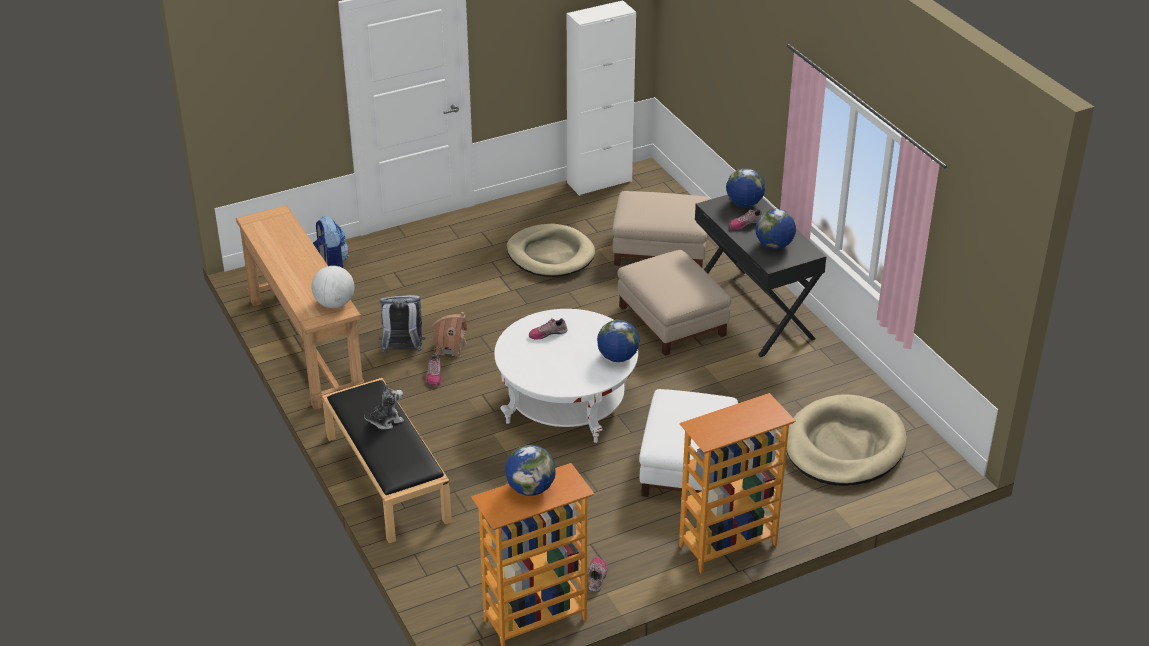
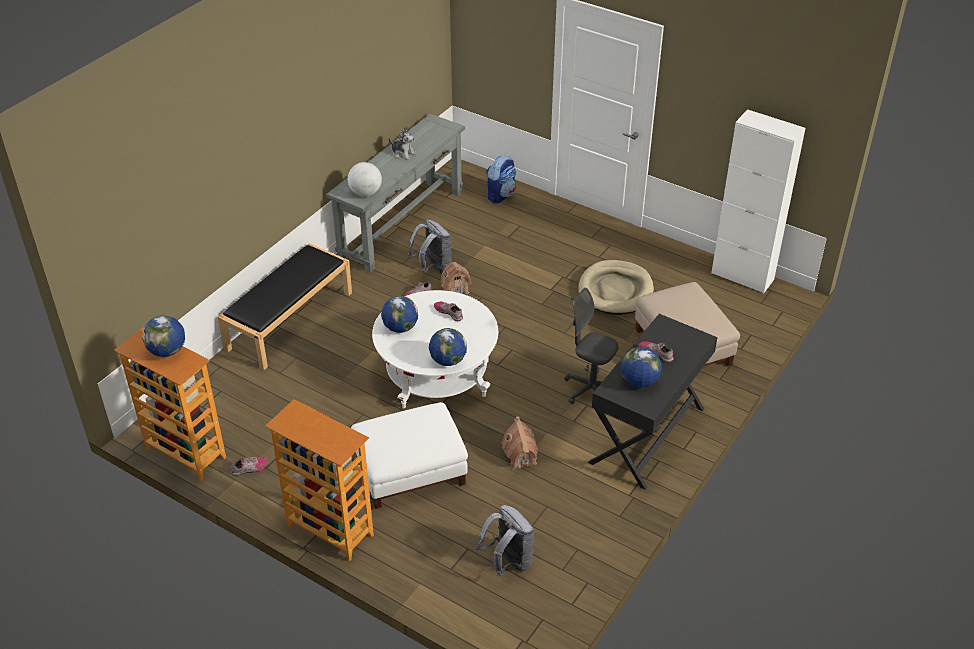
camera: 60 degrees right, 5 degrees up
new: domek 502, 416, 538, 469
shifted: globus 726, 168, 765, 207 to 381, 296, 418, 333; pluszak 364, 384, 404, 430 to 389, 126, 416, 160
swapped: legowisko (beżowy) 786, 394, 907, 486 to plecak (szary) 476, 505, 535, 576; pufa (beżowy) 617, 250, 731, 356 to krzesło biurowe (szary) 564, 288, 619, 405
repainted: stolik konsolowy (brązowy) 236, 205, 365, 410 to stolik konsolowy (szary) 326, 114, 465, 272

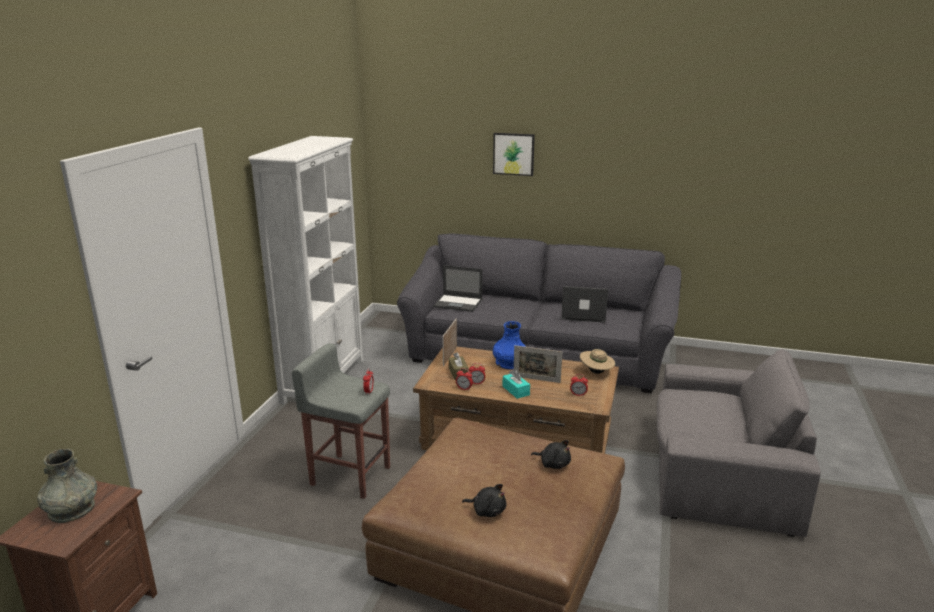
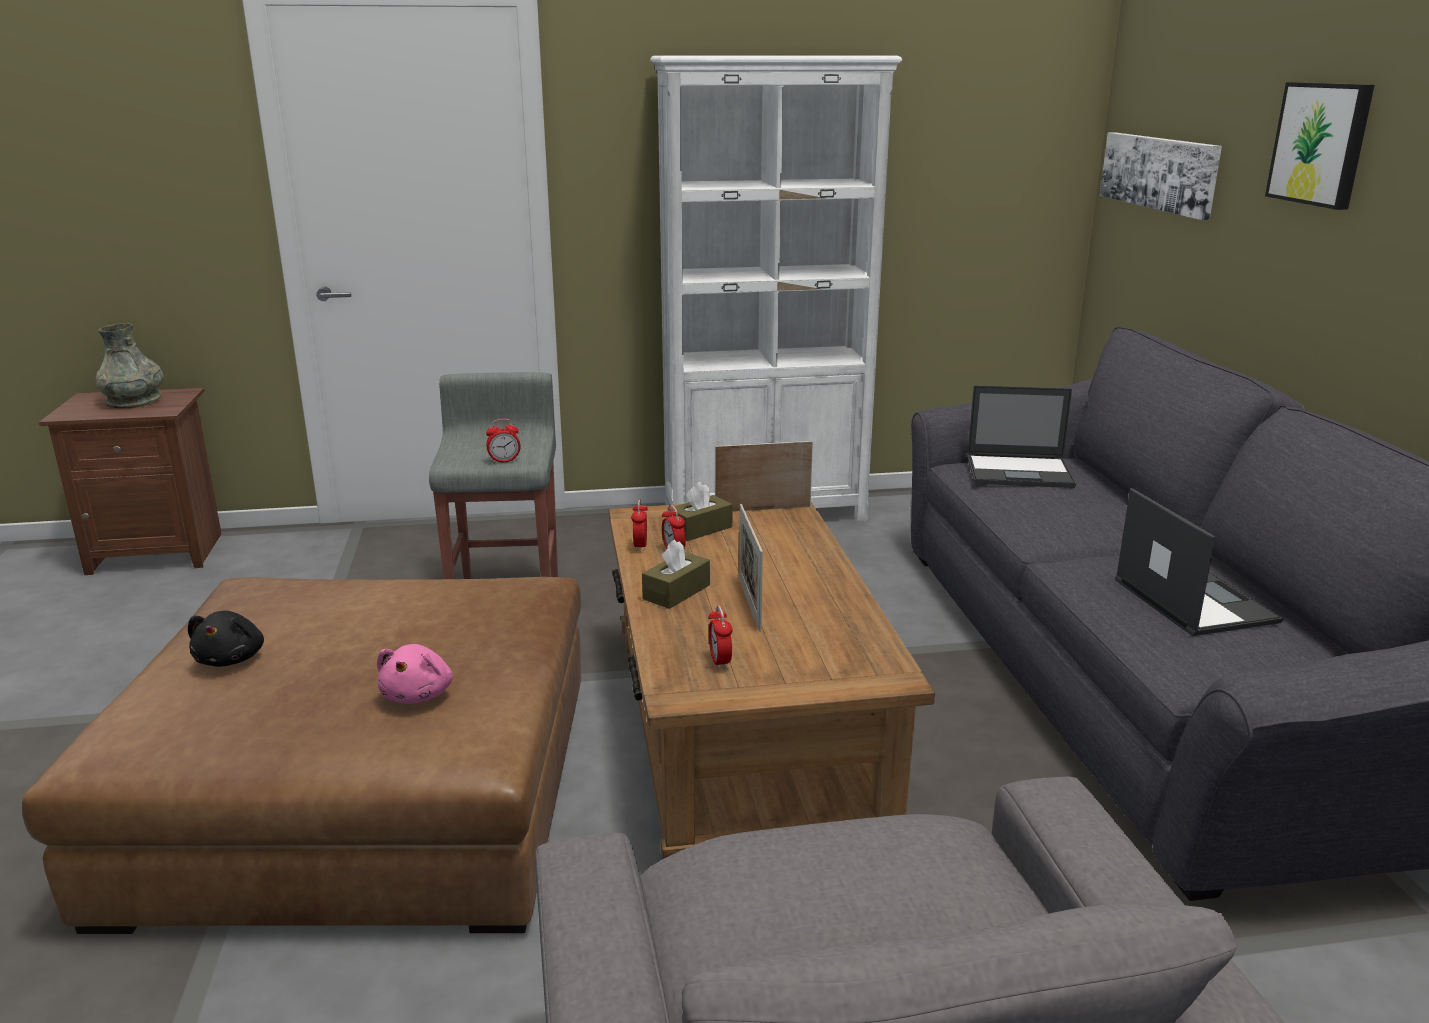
camera: 65 degrees right, 0 degrees up
gone: wazon (niebieski) 493, 321, 526, 370; kapelusz (beżowy) 580, 349, 615, 374
new: obraz 1100, 132, 1222, 220
repainted: pluszak (czarny) 531, 440, 571, 469 to pluszak (różowy) 377, 644, 453, 704; pudełko chusteczek (turkusowy) 502, 369, 530, 399 to pudełko chusteczek (brązowy) 642, 540, 710, 609
rotated: laptop 433, 265, 483, 312 = 967, 385, 1076, 488 75 degrees counterclockwise

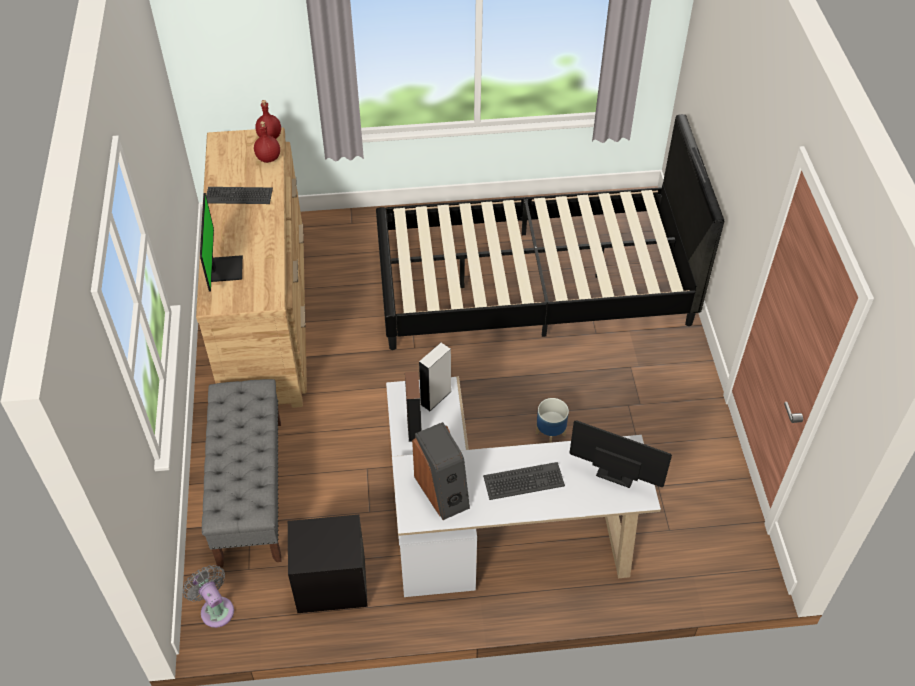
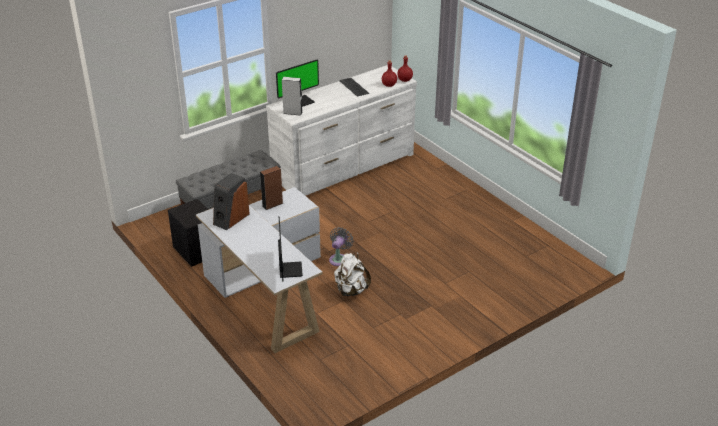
camera: 60 degrees right, 15 degrees down
gone: łóżko (czarny) 376, 114, 724, 350; klawiatura 483, 462, 565, 500
shifted: głośnik (szary) 419, 343, 452, 411 to 282, 77, 302, 116; wentylator (szary) 183, 565, 234, 628 to 329, 227, 354, 266
swapped: donica 536, 398, 569, 443 to plecak (biały) 334, 252, 371, 297
repainted: komoda (brązowy) 196, 127, 307, 408 to komoda (biały) 266, 65, 417, 196

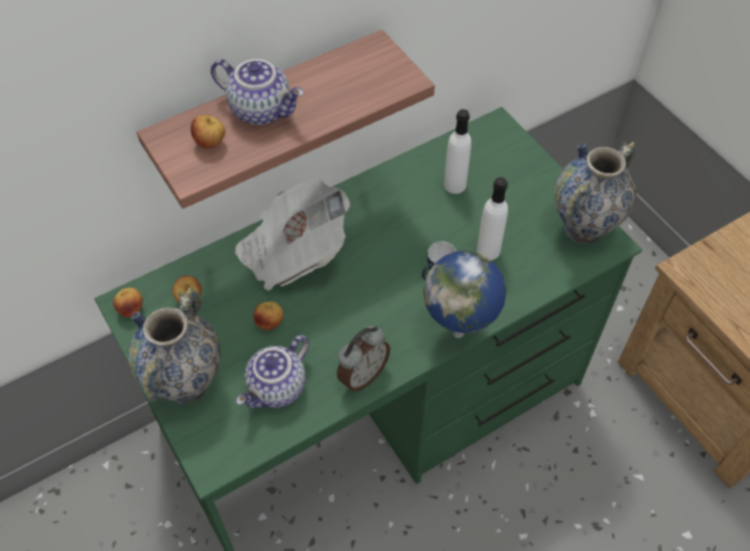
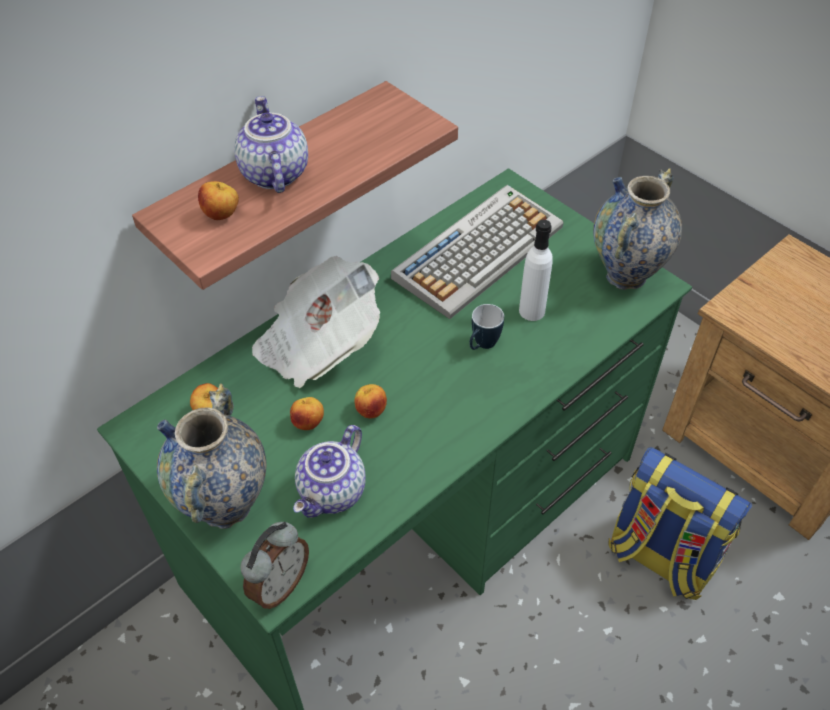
camera: 10 degrees left, 5 degrees down
gone: globus 423, 251, 506, 338
new: plecak 608, 447, 752, 600
shifted: budzik 337, 326, 390, 391 to 240, 522, 309, 609; jabłko 113, 288, 143, 317 to 354, 384, 387, 419
swapped: butelka (biały) 444, 109, 471, 194 to klawiatura 391, 185, 564, 319
rotated: imbryk 211, 59, 304, 125 = 234, 96, 308, 193 120 degrees counterclockwise

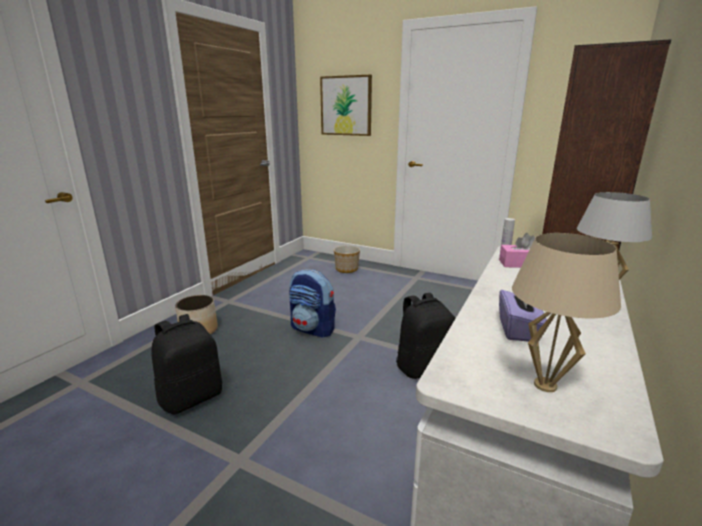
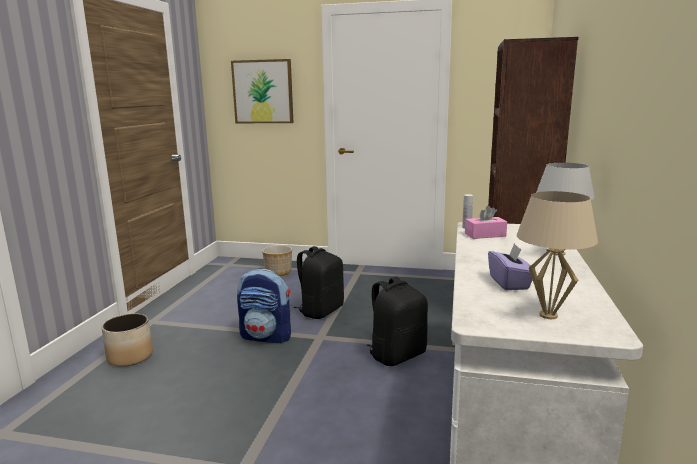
camera: 15 degrees left, 5 degrees down
shifted: plecak (czarny) 151, 314, 222, 414 to 293, 246, 344, 319

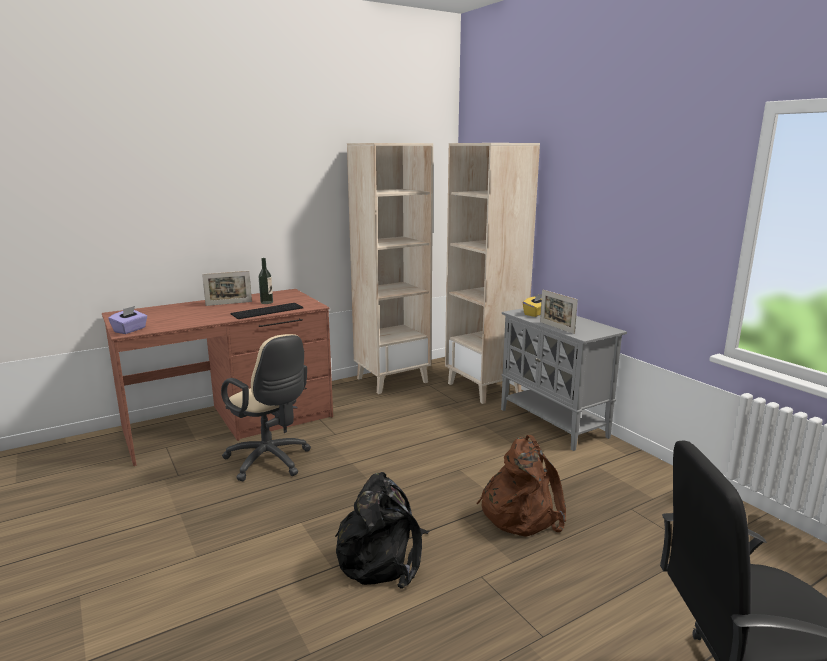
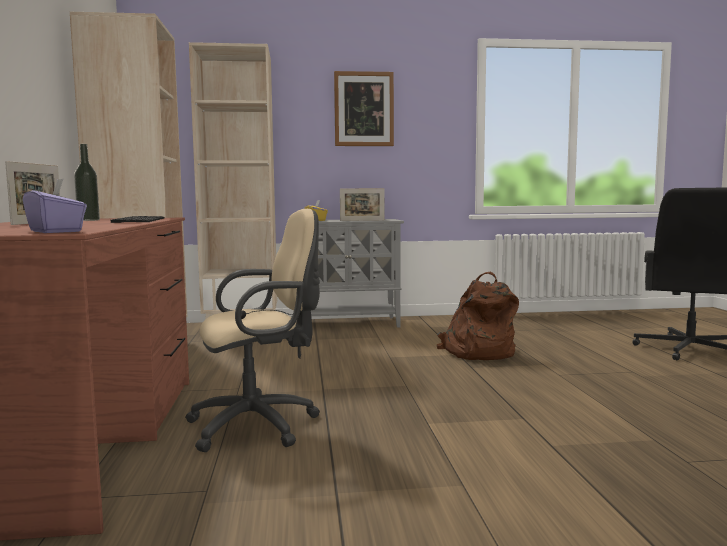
camera: 65 degrees left, 10 degrees down
gone: plecak (czarny) 335, 472, 429, 589
new: obraz 334, 71, 394, 146

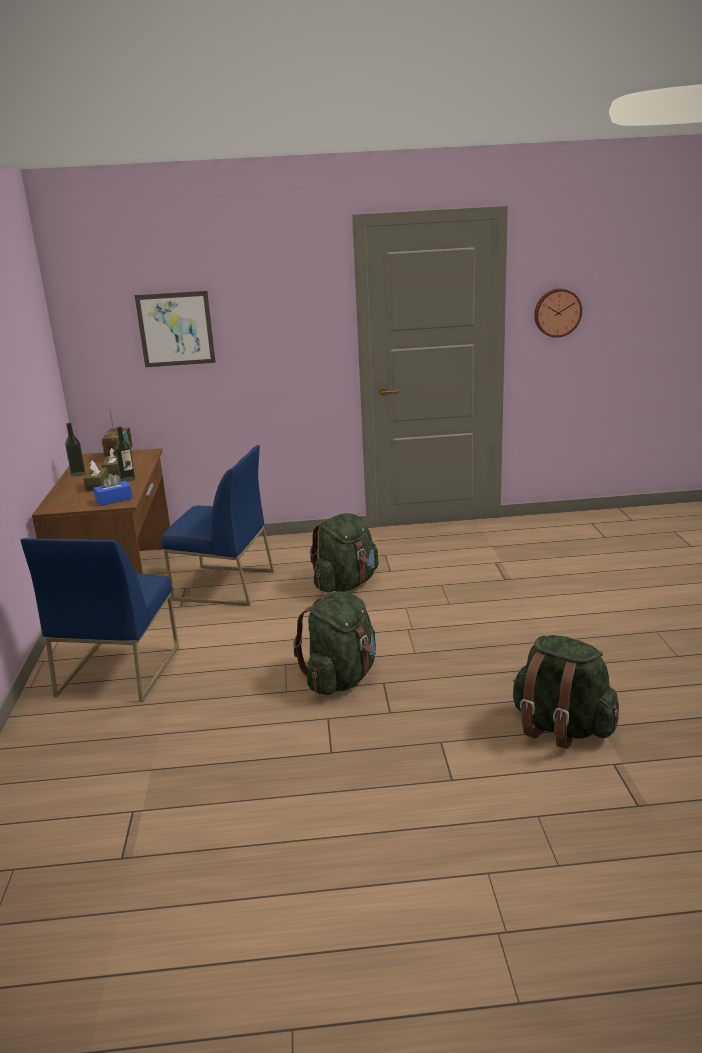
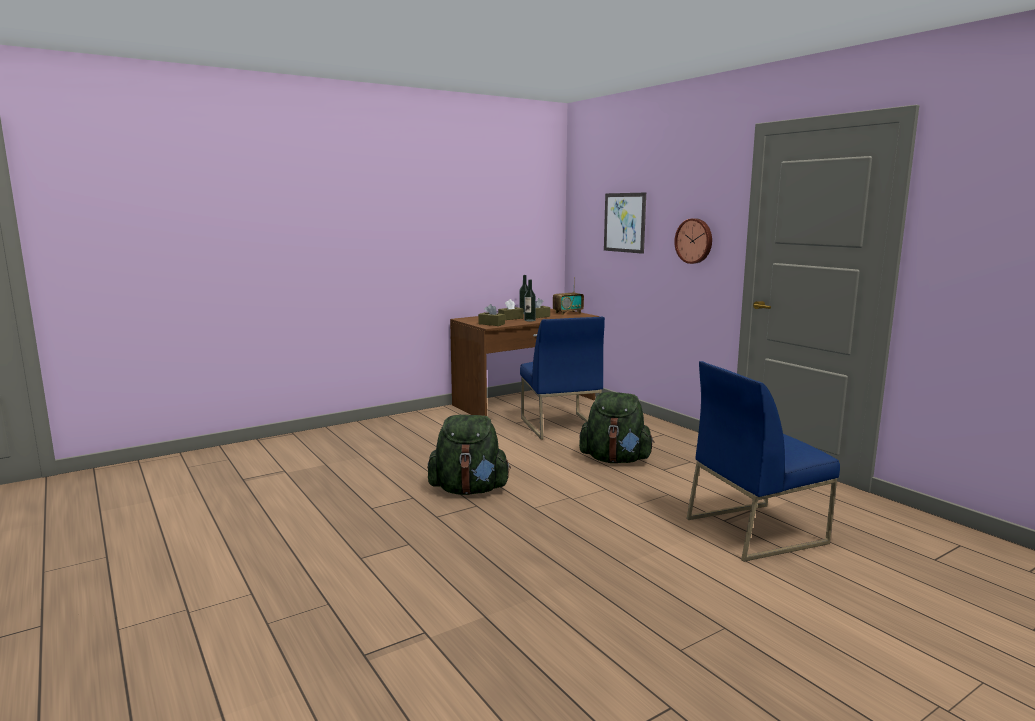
camera: 60 degrees right, 10 degrees down
gone: plecak (zielony) 513, 635, 619, 749
shifted: zegar ścienny 534, 289, 582, 338 to 674, 219, 712, 264; krzesło (niebieski) 21, 538, 179, 702 to 687, 361, 840, 562
repainted: pudełko chusteczek (niebieski) 94, 474, 133, 506 to pudełko chusteczek (brązowy) 478, 304, 505, 326

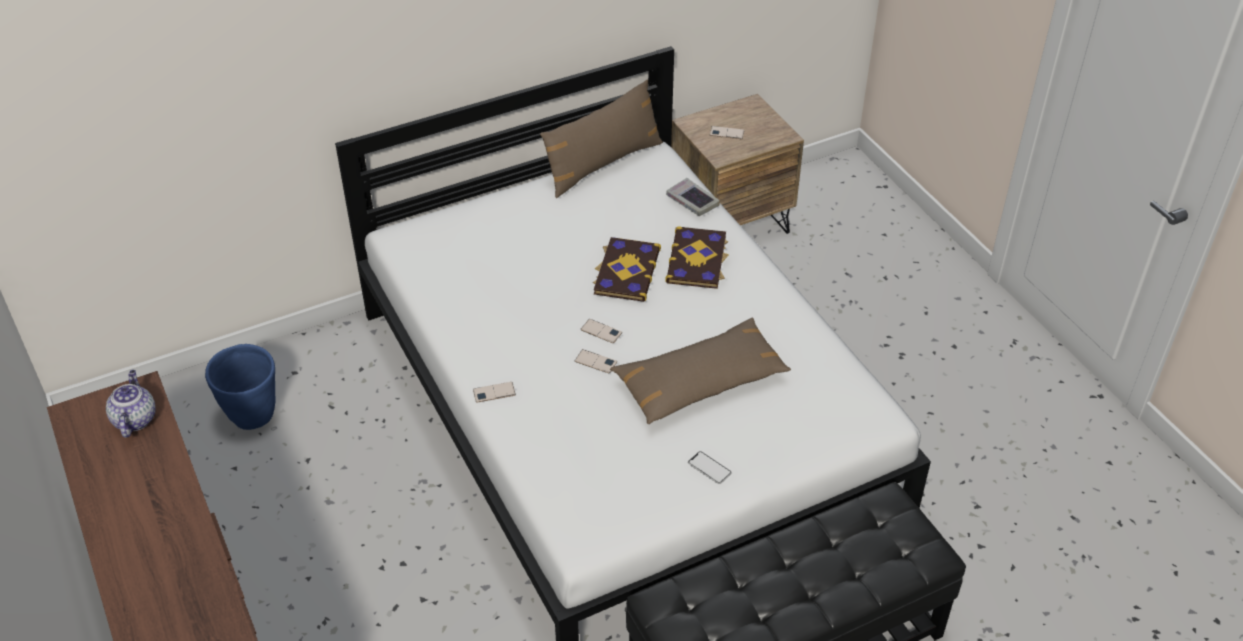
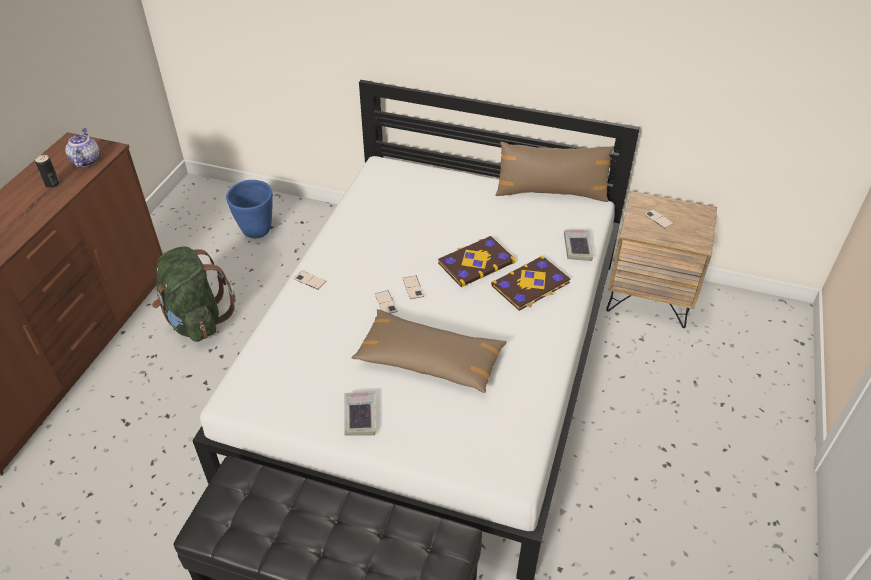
camera: 45 degrees right, 0 degrees up
new: puszka 35, 155, 60, 188; plecak (zielony) 152, 247, 236, 342
swapped: telefon 688, 451, 732, 484 to książka 344, 391, 376, 436
rotated: imbryk 106, 370, 156, 438 = 65, 128, 100, 167 45 degrees counterclockwise

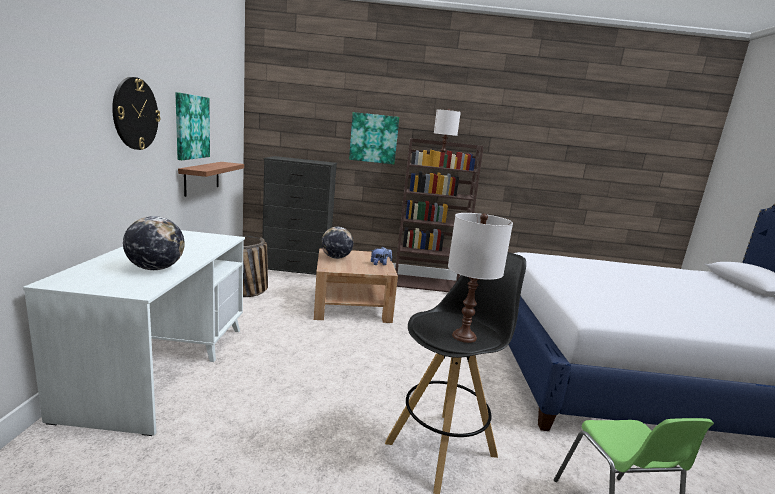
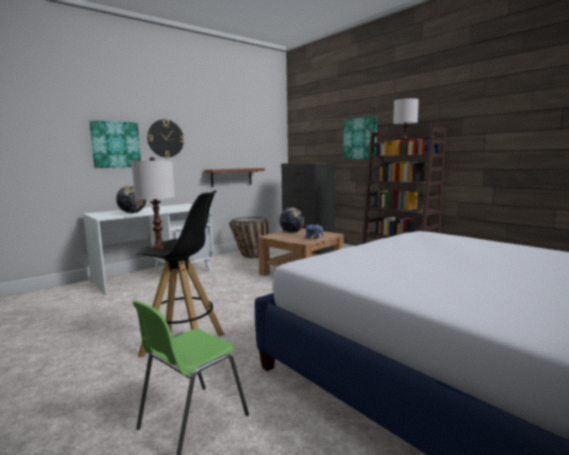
camera: 50 degrees right, 5 degrees down
shifted: obraz 175, 92, 210, 160 to 89, 120, 141, 168

